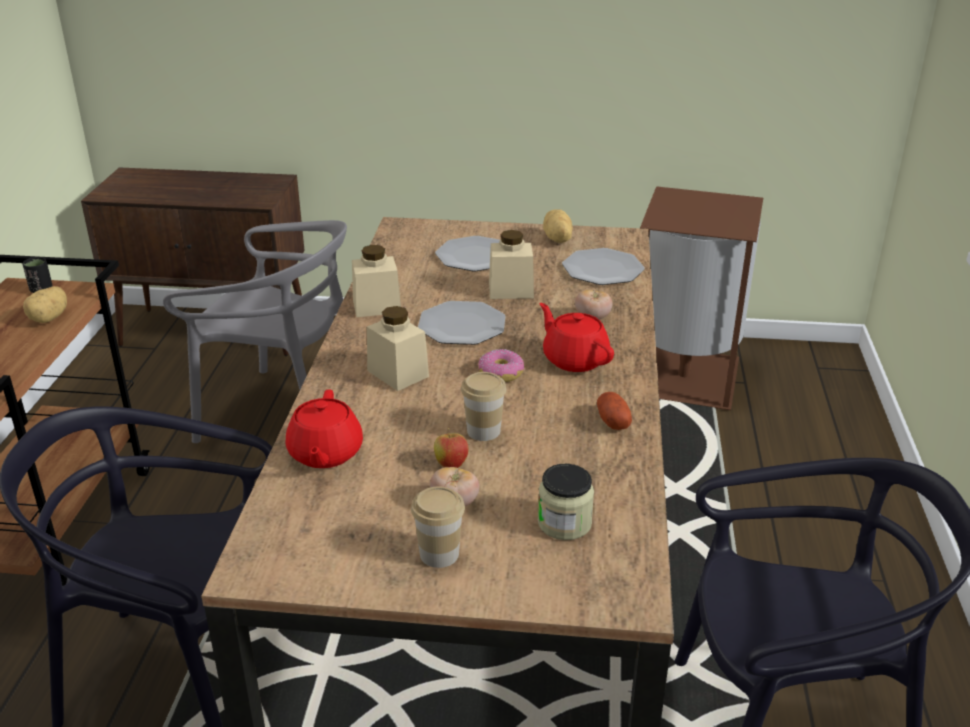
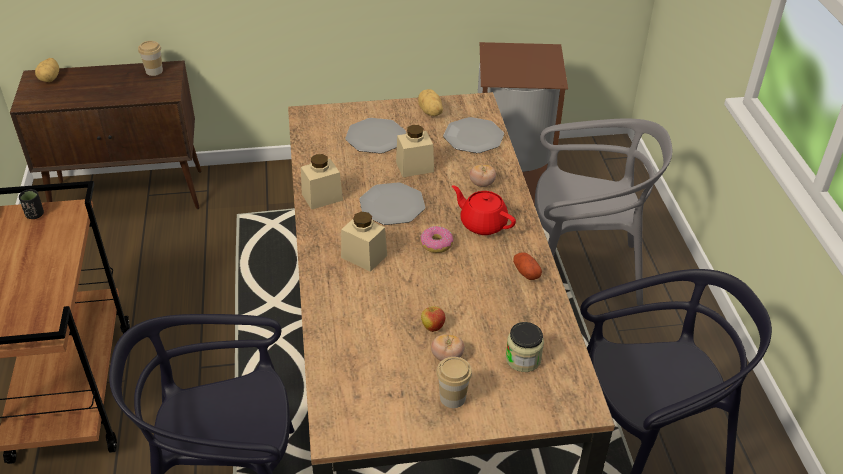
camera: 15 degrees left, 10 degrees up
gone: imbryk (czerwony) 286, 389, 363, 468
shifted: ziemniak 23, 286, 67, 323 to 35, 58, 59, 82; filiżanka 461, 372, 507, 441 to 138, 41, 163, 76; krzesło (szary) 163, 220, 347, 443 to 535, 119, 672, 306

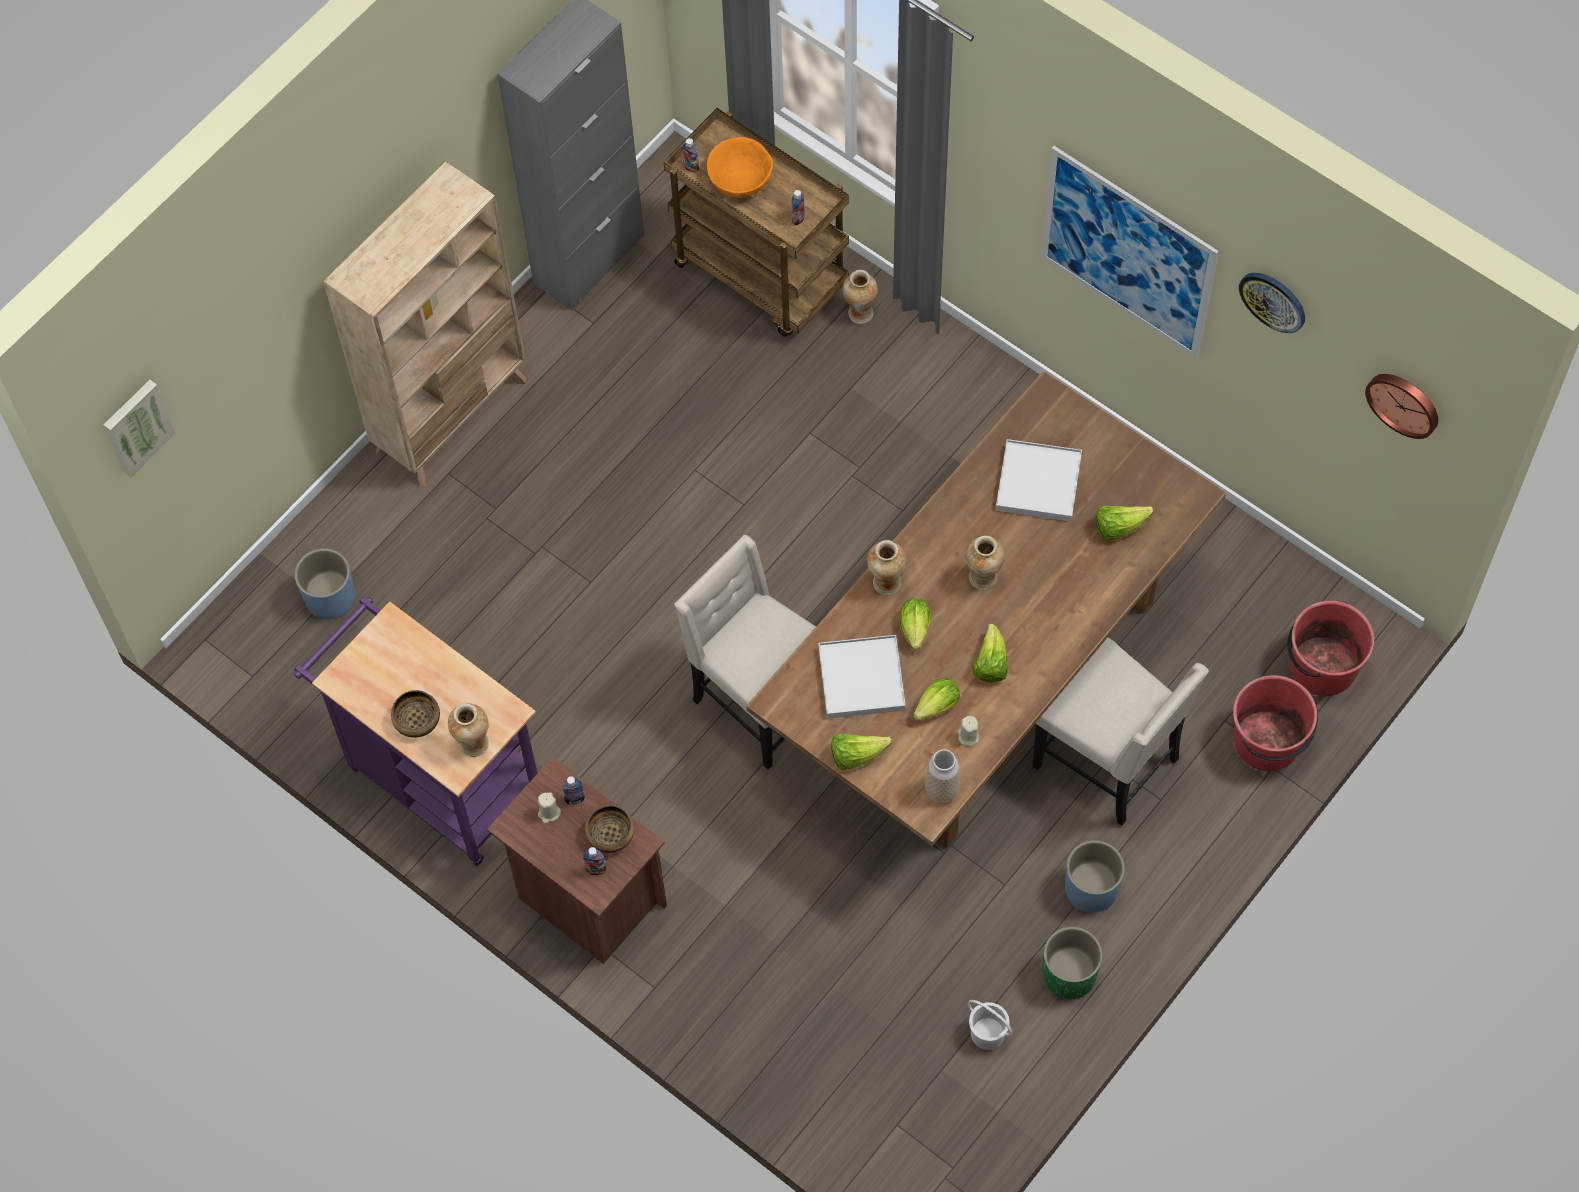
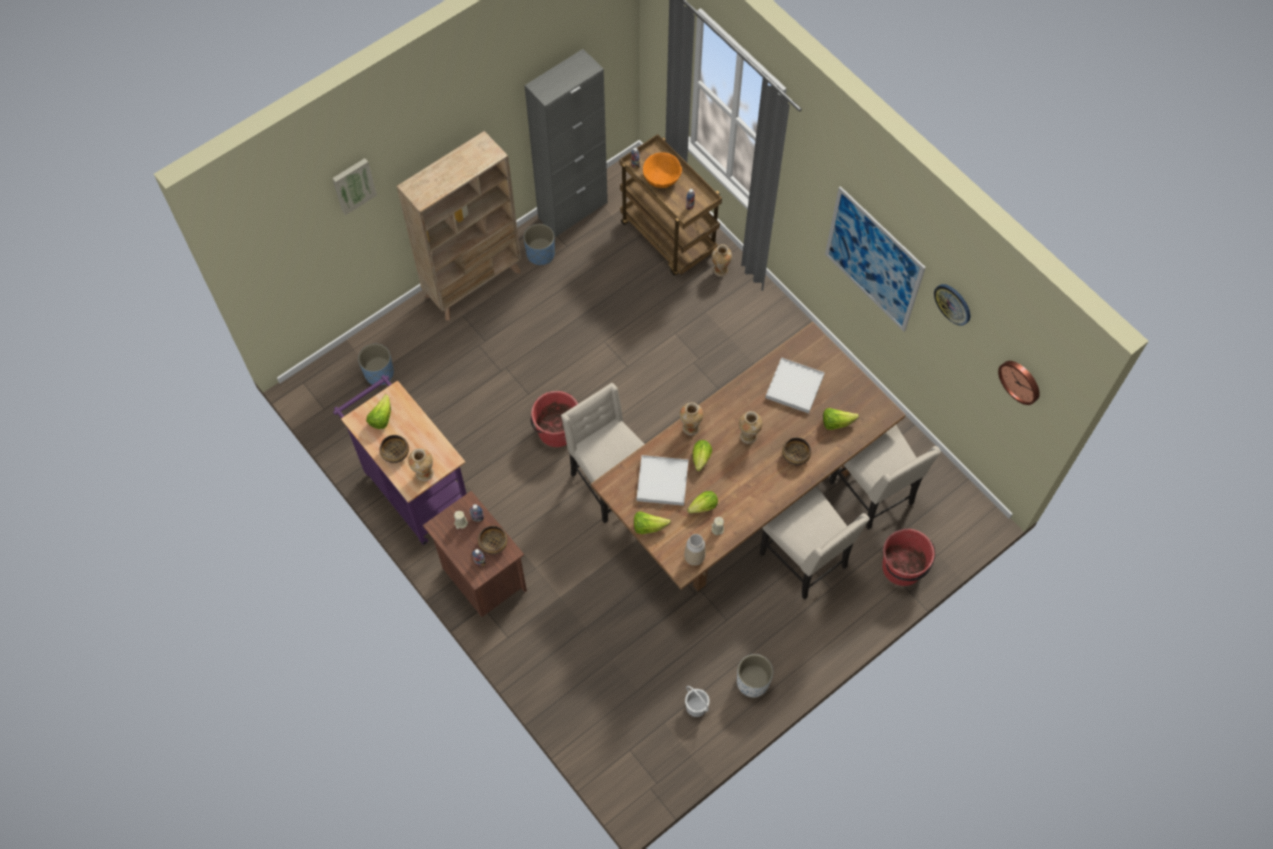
camera: 10 degrees right, 0 degrees up
new: miska 782, 437, 811, 465; krzesło (beżowy) 829, 425, 941, 530
shifted: obraz 104, 380, 176, 477 to 332, 158, 377, 215; sałata 972, 624, 1008, 683 to 366, 394, 391, 429; donica (niebieski) 1065, 840, 1125, 913 to 524, 224, 555, 265; wiadro (czerwony) 1287, 601, 1374, 696 to 531, 391, 578, 447
repainted: donica (zielony) 1043, 927, 1103, 1000 to donica (biały) 737, 654, 773, 698

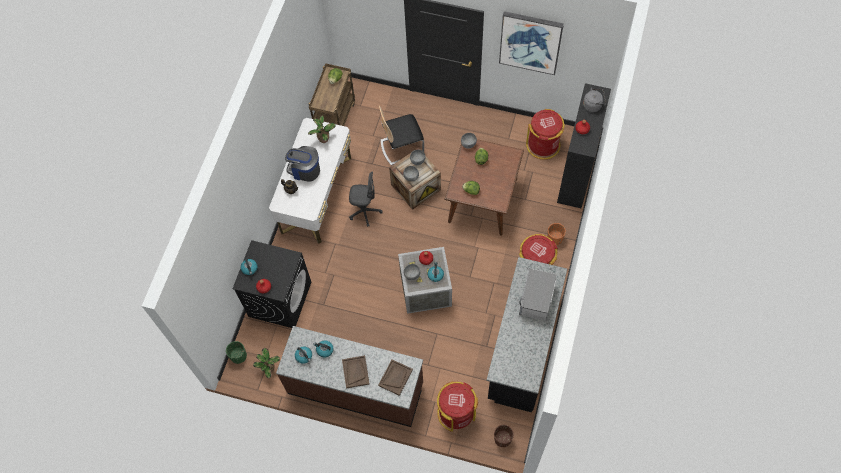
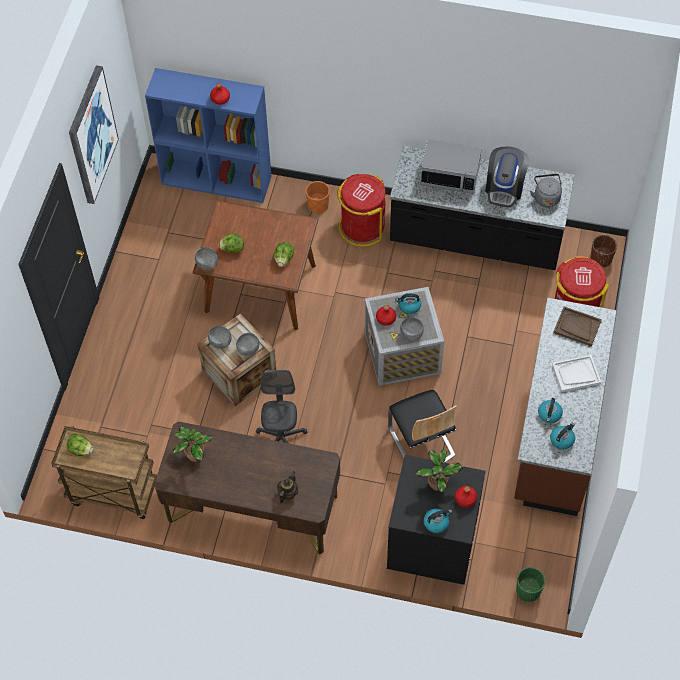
camera: 95 degrees left, 5 degrees down
gone: kosz na śmieci (czerwony) 526, 109, 564, 159
shifted: krzesło 379, 106, 424, 165 to 388, 390, 457, 463; roślina doniczkowa 253, 348, 280, 378 to 416, 449, 462, 492; ekspres do kawy 285, 146, 320, 182 to 485, 146, 529, 207; czajnik (szary) 583, 88, 606, 112 to 530, 174, 562, 207
repainted: regał (czarny) 557, 83, 611, 208 to regał (niebieski) 145, 68, 271, 203; biurko (biały) 269, 118, 351, 243 to biurko (brązowy) 154, 421, 340, 555; taca (brązowy) 342, 355, 370, 388 to taca (biały) 552, 355, 601, 392

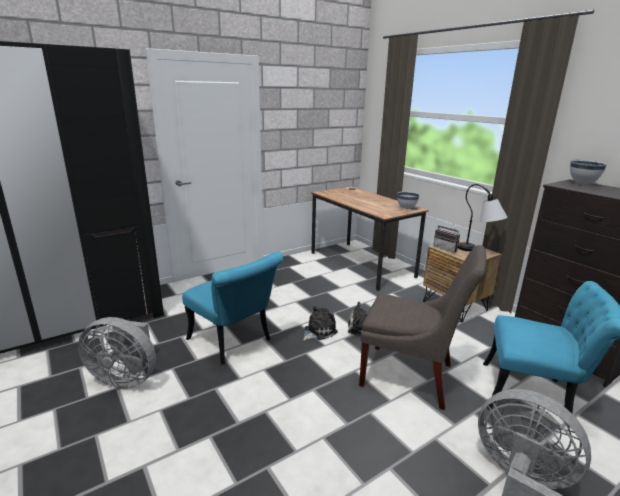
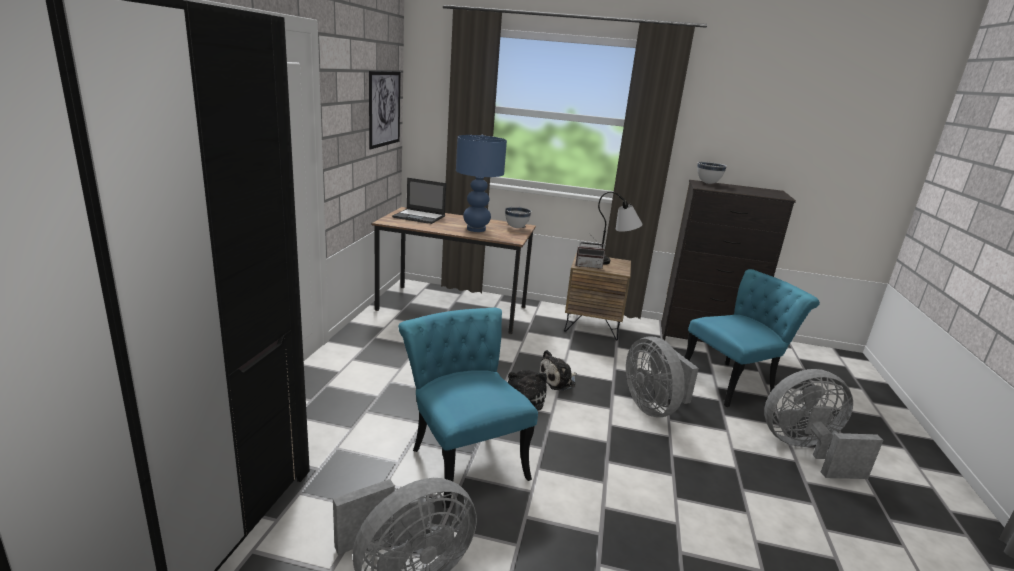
camera: 45 degrees left, 0 degrees up
new: obraz 369, 71, 400, 149; laptop 392, 178, 446, 224; lampa stołowa (niebieski) 456, 135, 507, 232
swapped: krzesło (szary) 359, 245, 487, 410 to wentylator (szary) 626, 336, 699, 417
rotated: krzesło (turkusowy) 182, 252, 283, 364 = 398, 308, 538, 508 120 degrees counterclockwise

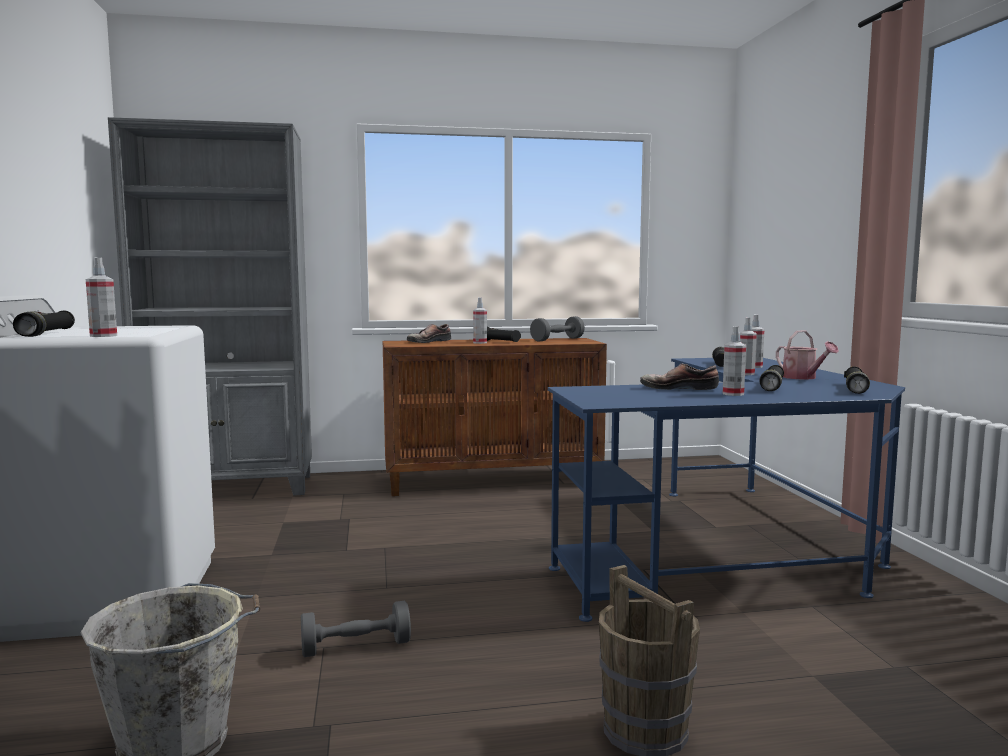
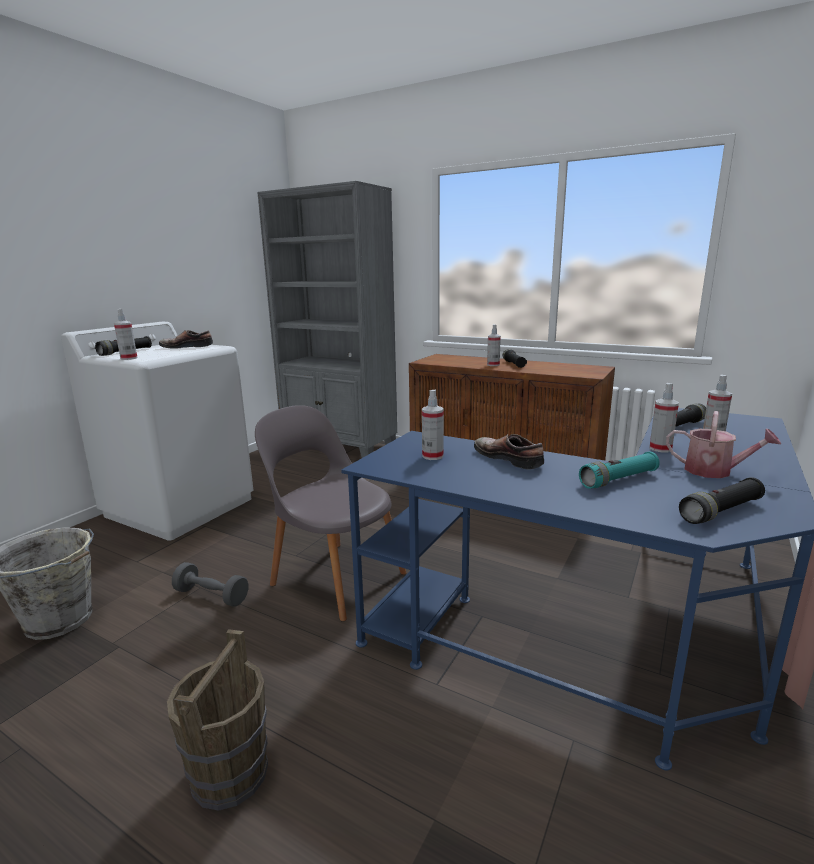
camera: 40 degrees right, 10 degrees up
gone: hantel (szary) 530, 316, 585, 342
new: krzesło (szary) 255, 405, 407, 621
shifted: but 407, 324, 451, 343 to 159, 330, 213, 348; spryskiwacz 723, 326, 746, 396 to 422, 390, 444, 460
repainted: latarka (czarny) 759, 365, 784, 391 to latarka (turkusowy) 579, 452, 660, 489
rotated: konewka 776, 330, 839, 380 = 666, 411, 781, 478 75 degrees counterclockwise

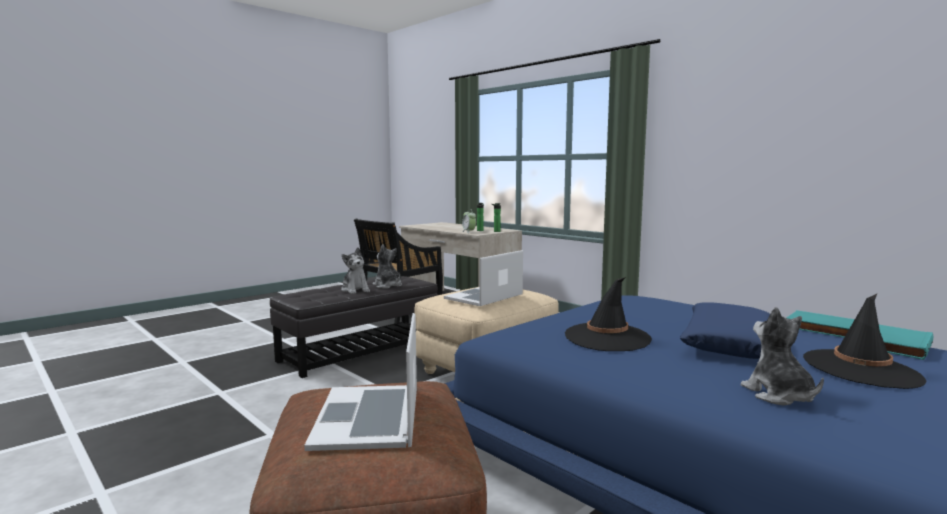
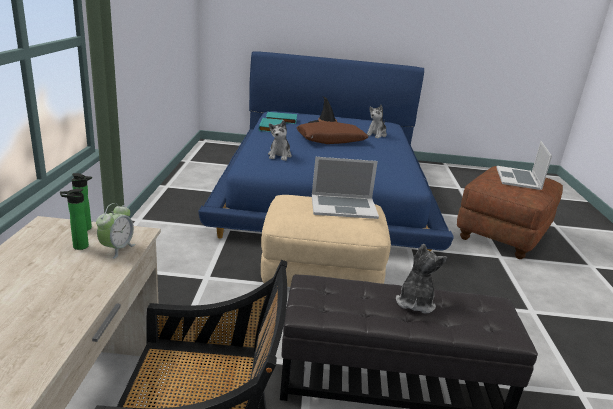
camera: 135 degrees left, 15 degrees up
gone: kapelusz (czarny) 565, 277, 652, 351
shifted: pluszak 373, 244, 402, 289 to 268, 120, 292, 161
repainted: poduszka (niebieski) 680, 303, 770, 359 to poduszka (brązowy) 296, 122, 368, 144
rotated: laptop 304, 313, 417, 451 = 496, 141, 552, 190 150 degrees clockwise

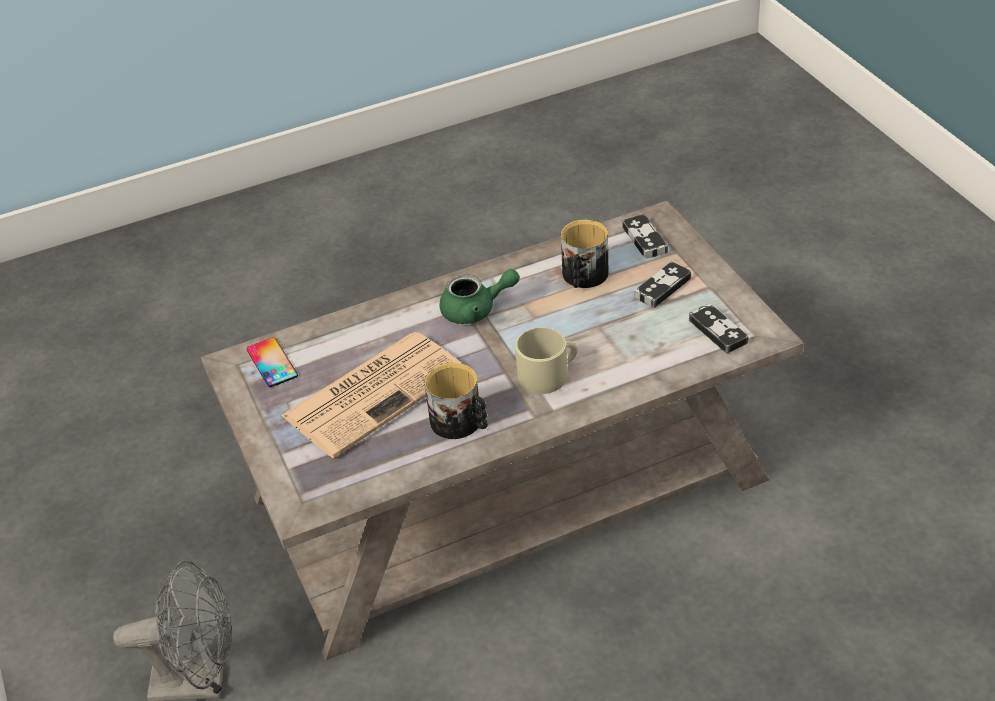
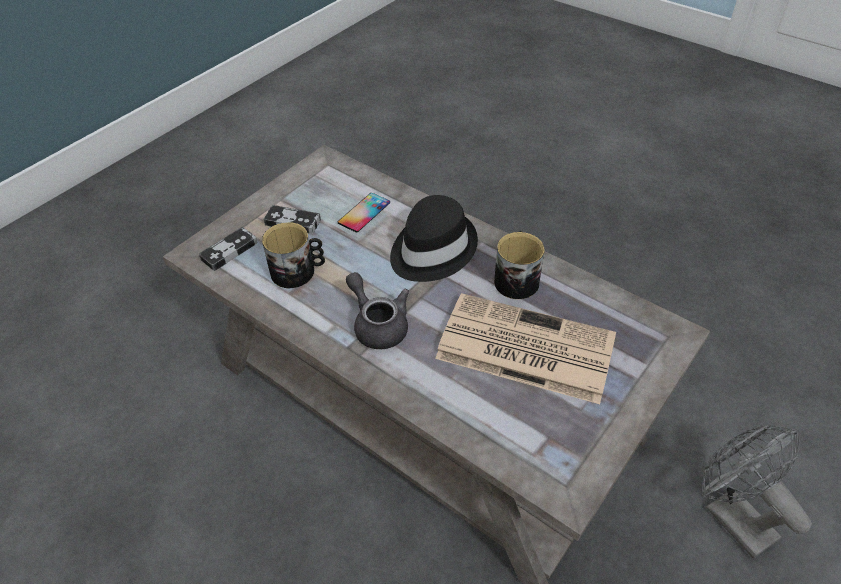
camera: 120 degrees left, 5 degrees up
gone: pad do gier 689, 304, 749, 354
shifted: telefon 247, 337, 298, 387 to 337, 193, 390, 232
swapped: kubek (beżowy) 515, 327, 577, 394 to kapelusz (czarny) 390, 195, 478, 282
repainted: imbryk (zielony) 439, 269, 520, 324 to imbryk (szary) 346, 272, 409, 349

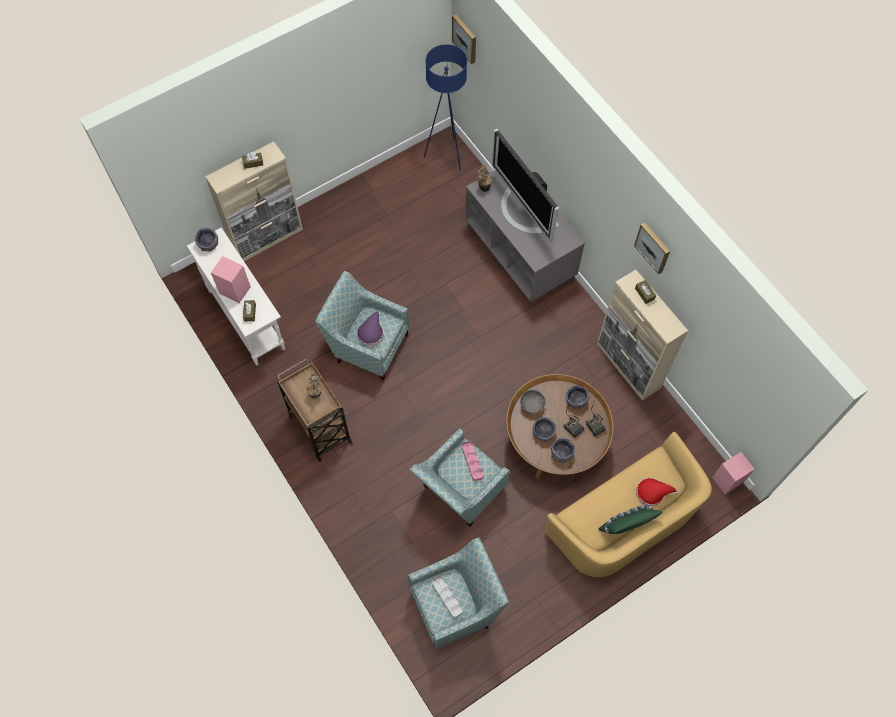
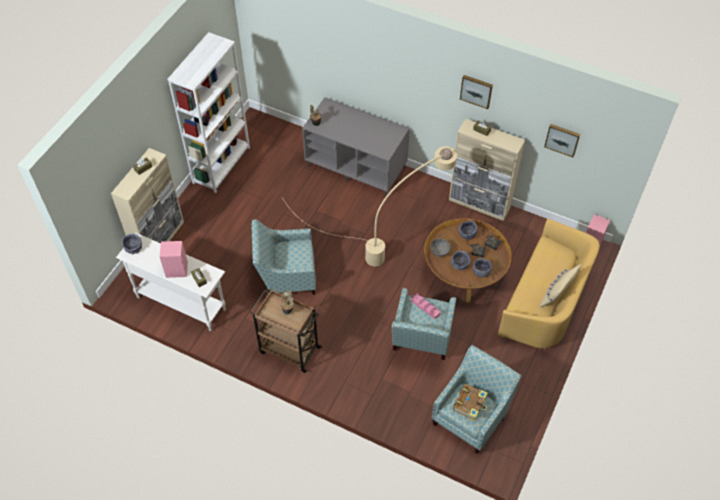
camera: 30 degrees left, 10 degrees down
gone: kapelusz (fioletowy) 357, 312, 384, 346; lampa stojąca (niebieski) 424, 44, 467, 171; telewizor 492, 129, 559, 243; kapelusz (czerwony) 636, 478, 678, 506
new: regał (biały) 167, 32, 250, 193; lampa stojąca (beżowy) 283, 146, 457, 266
shifted: obraz 452, 14, 476, 64 to 544, 124, 580, 157
swapped: taca (szary) 432, 576, 463, 618 to książka 453, 384, 488, 422
repainted: poduszka (zielony) 598, 505, 663, 534 to poduszka (beżowy) 540, 264, 581, 308

